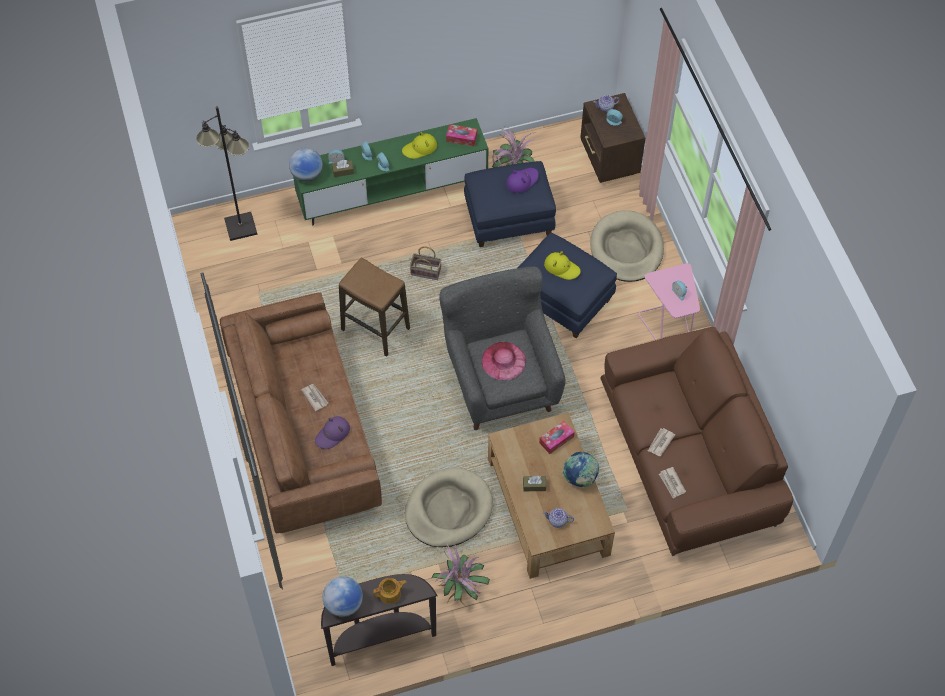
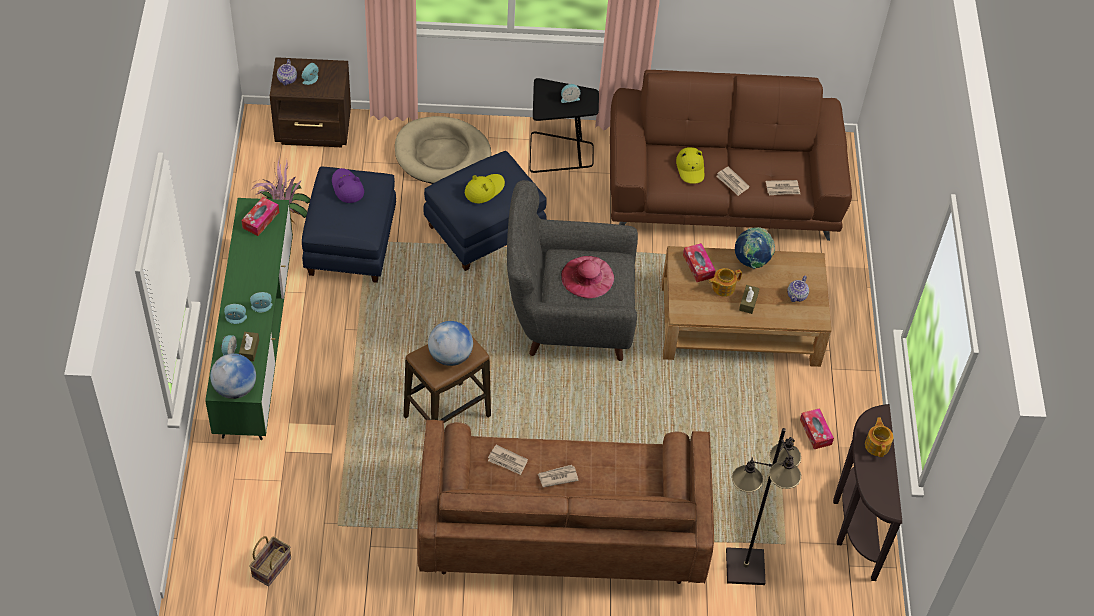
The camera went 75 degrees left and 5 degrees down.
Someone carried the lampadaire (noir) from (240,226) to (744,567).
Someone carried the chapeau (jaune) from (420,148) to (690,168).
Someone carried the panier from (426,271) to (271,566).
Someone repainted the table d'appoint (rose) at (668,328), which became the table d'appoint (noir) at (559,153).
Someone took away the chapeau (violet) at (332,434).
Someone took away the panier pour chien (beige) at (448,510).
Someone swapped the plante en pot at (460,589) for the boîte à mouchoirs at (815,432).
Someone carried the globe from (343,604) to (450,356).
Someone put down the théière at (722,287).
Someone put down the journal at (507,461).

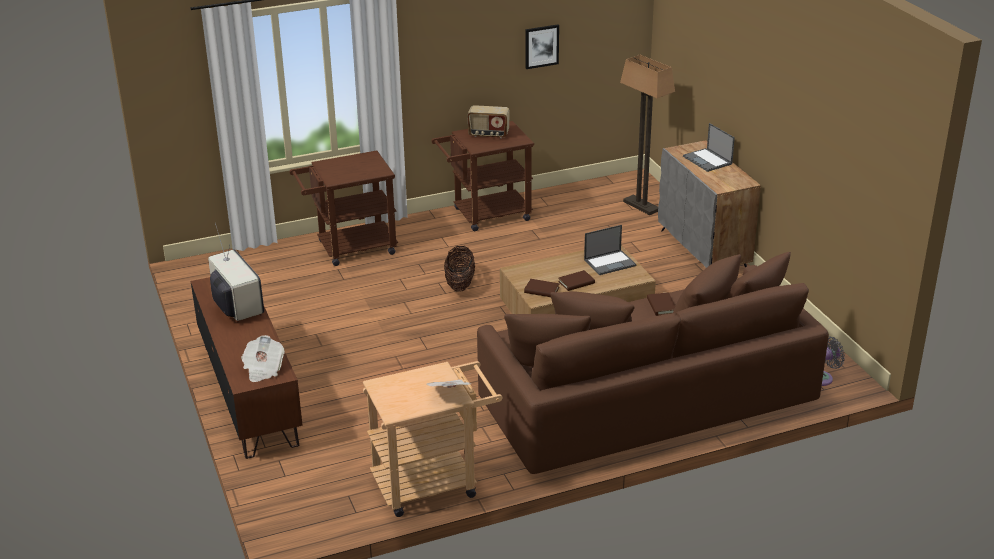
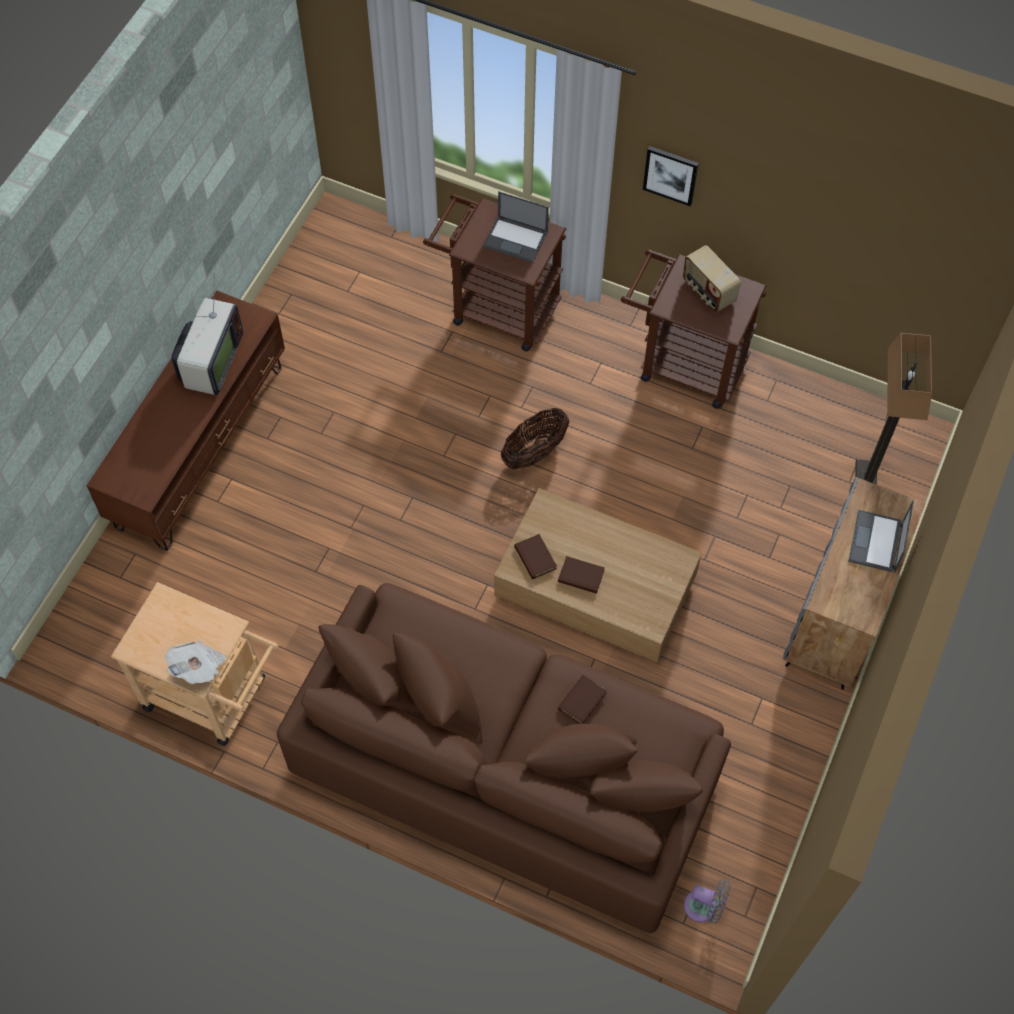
The camera went 45 degrees right and 30 degrees up.
Someone carried the tableau from (541,46) to (670,175).
Someone carried the ordinateur portable from (610,262) to (516,239).
Someone took away the journal at (263,369).

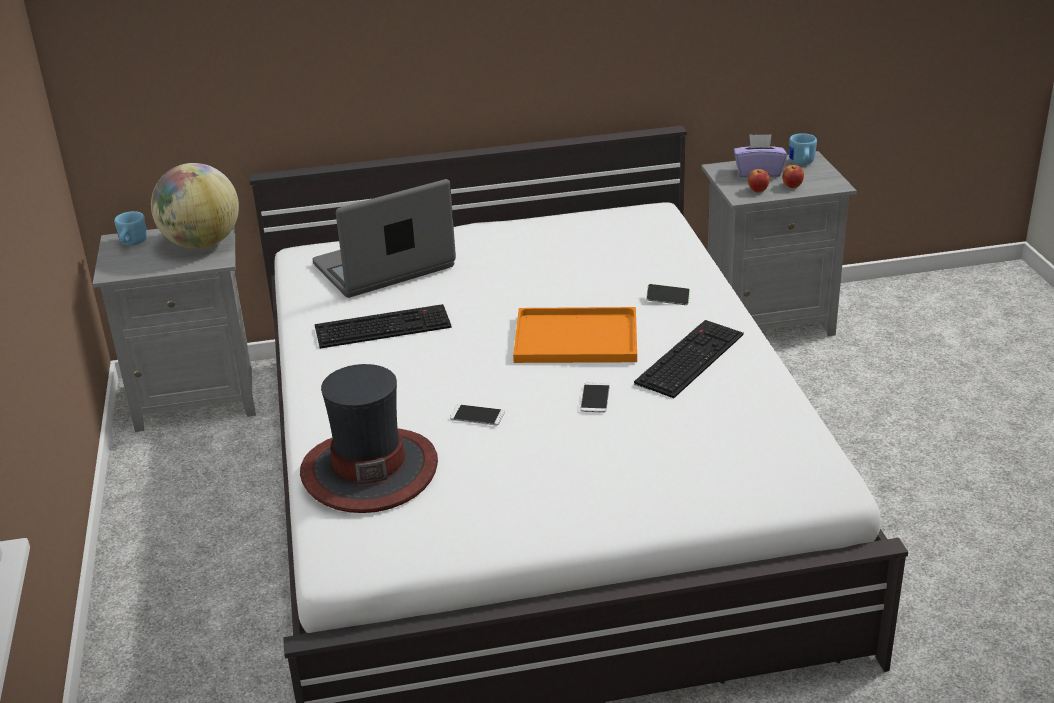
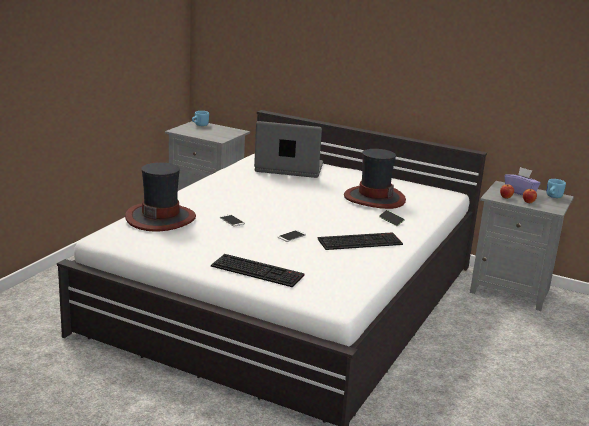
The camera went 35 degrees right and 10 degrees down.
Someone took away the globe at (202,243).
Someone carried the clavier from (384,326) to (259,270).
Someone took away the plateau (orange) at (579,337).
Someone put down the chapeau at (374,198).

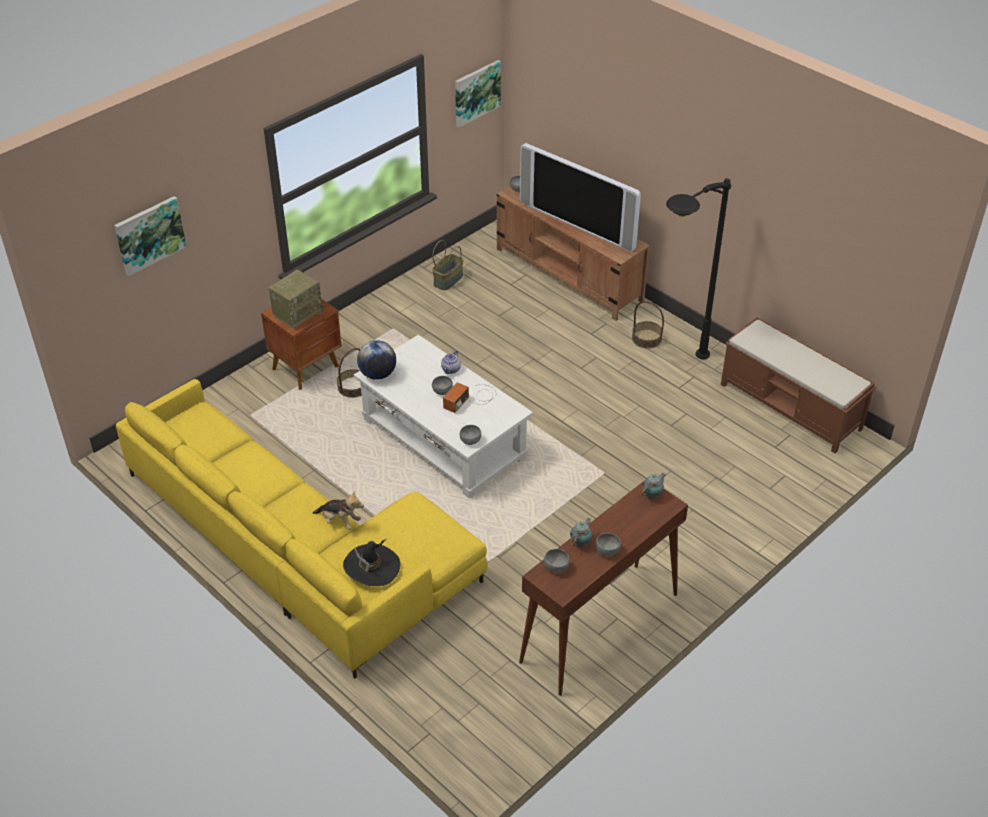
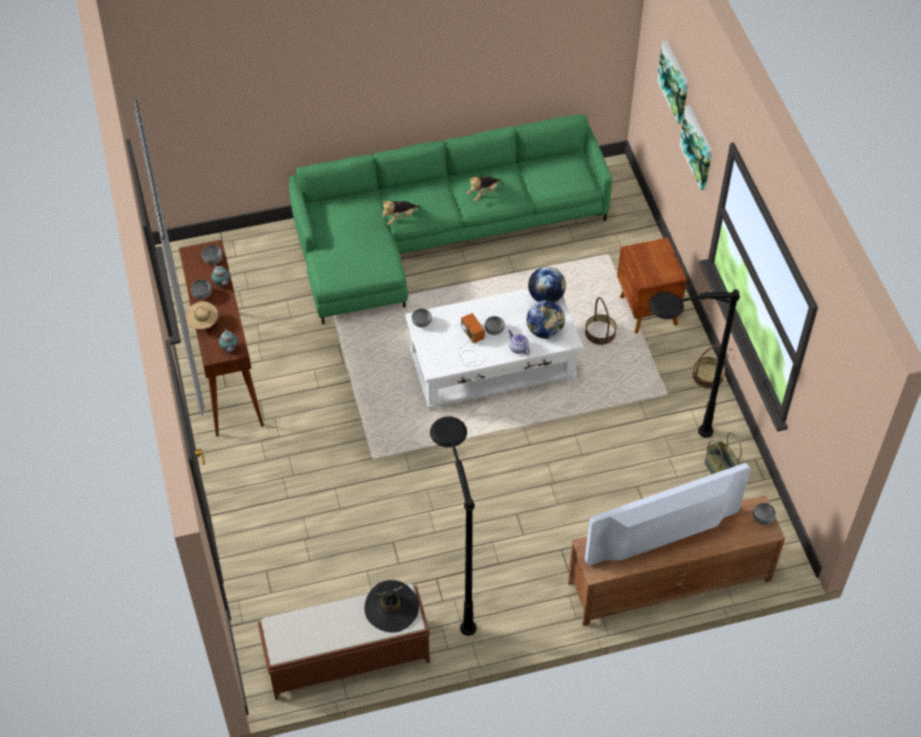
The camera went 120 degrees right and 10 degrees up.
Someone carried the tableau from (476,92) to (698,147).
Someone took away the radio at (298,313).
Someone carried the panier from (646,339) to (708,375).
Someone repainted the canapé (jaune) at (298,548), which became the canapé (vert) at (436,234).
Someone carried the chapeau (noir) from (372,567) to (391,608).
Someone put down the peluche at (483,193).
Someone put down the lampadaire (noir) at (660,443).
Someone put down the globe at (545,331).
Someone put down the chapeau (beige) at (203,323).

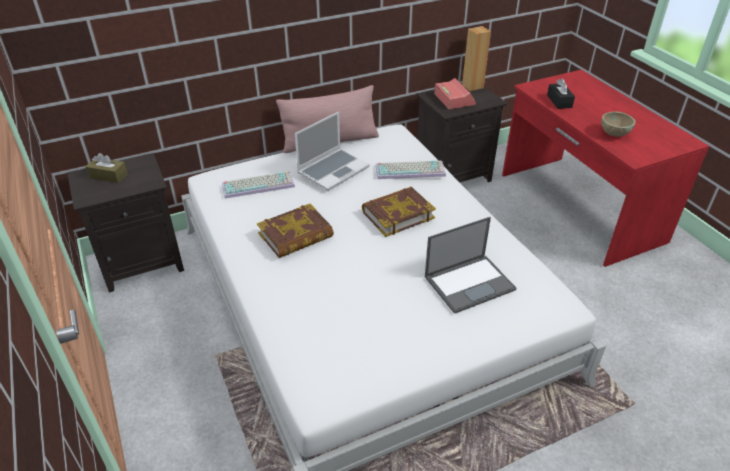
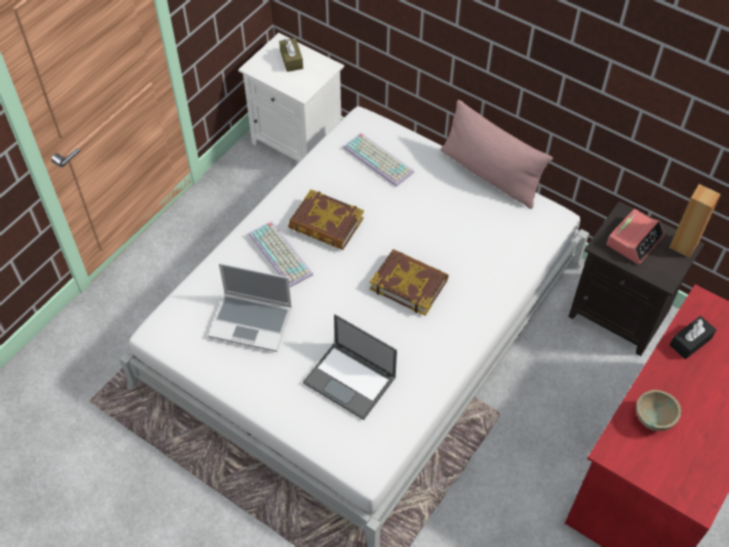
The camera went 60 degrees right and 15 degrees up.
Someone carried the ordinateur portable from (333,170) to (252,322).
Someone repainted the table de chevet (noir) at (143,262), which became the table de chevet (blanc) at (298,141).
Someone carried the clavier from (411,170) to (282,254).

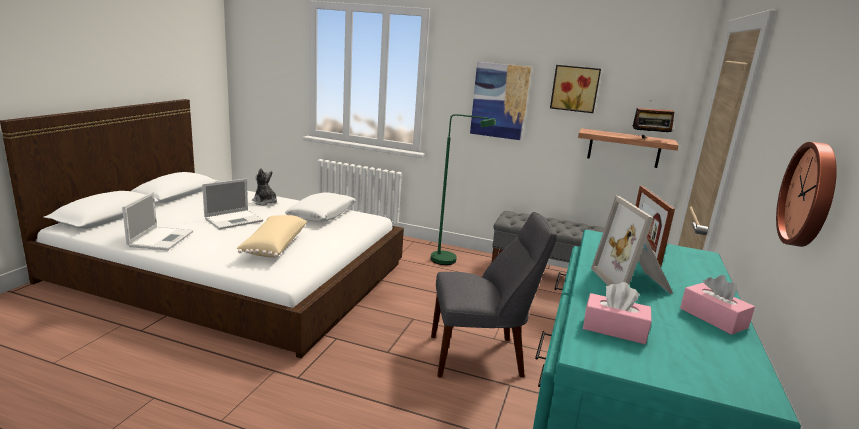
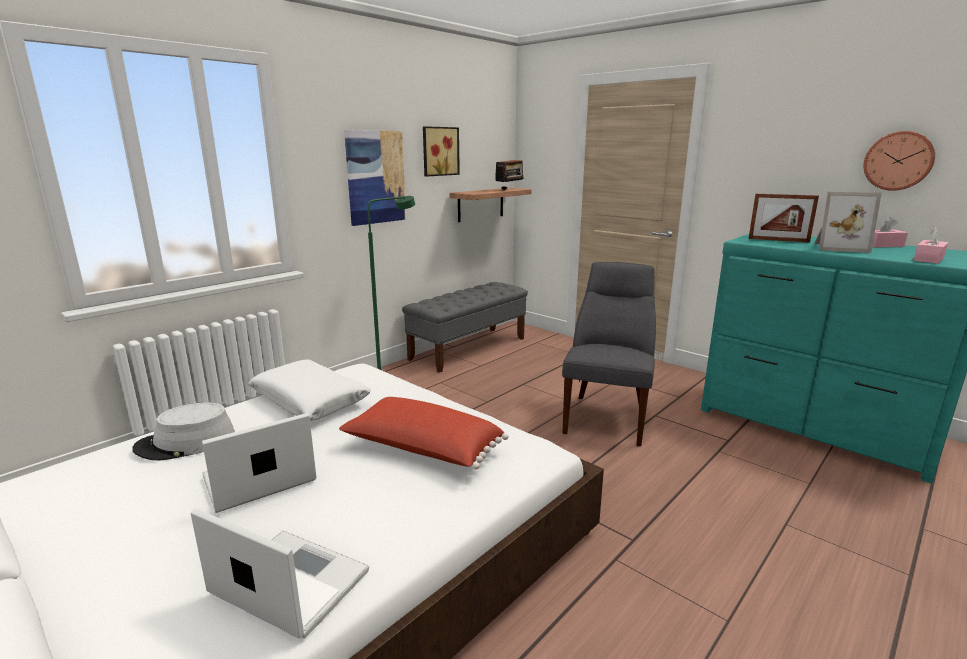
The camera went 65 degrees left and 0 degrees up.
Someone swapped the peluche at (265,202) for the chapeau (gris) at (186,442).
Someone rotated the ordinateur portable at (234,219) by 105 degrees counterclockwise.
Someone repainted the coussin (beige) at (273,246), which became the coussin (rouge) at (422,450).

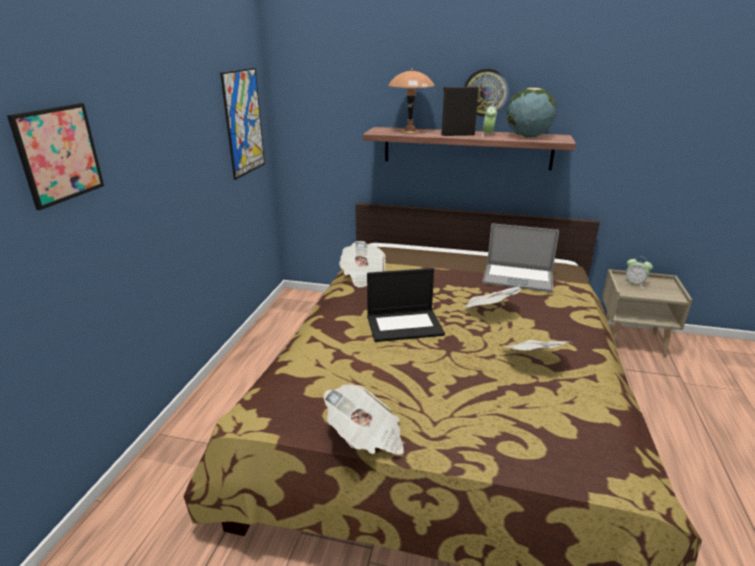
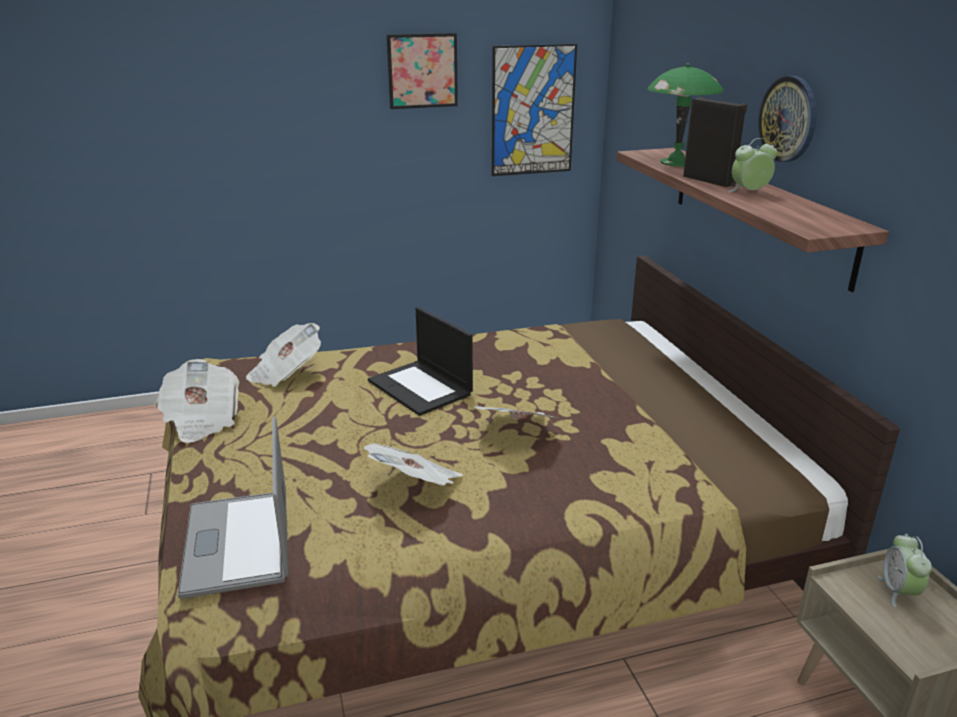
The camera went 60 degrees right and 0 degrees up.
Someone repainted the lampe de table (marron) at (409,132), which became the lampe de table (vert) at (677,162).
Someone took away the globe at (527,137).
Someone carried the tableau from (59,154) to (422,71).
Someone carried the ordinateur portable from (517,278) to (238,542).
Someone carried the journal from (363,276) to (285,373).

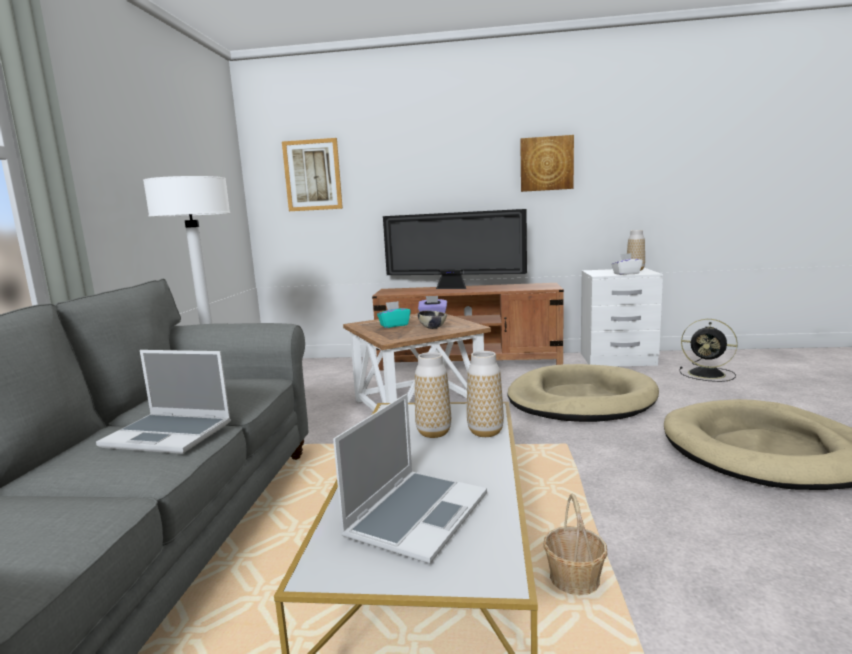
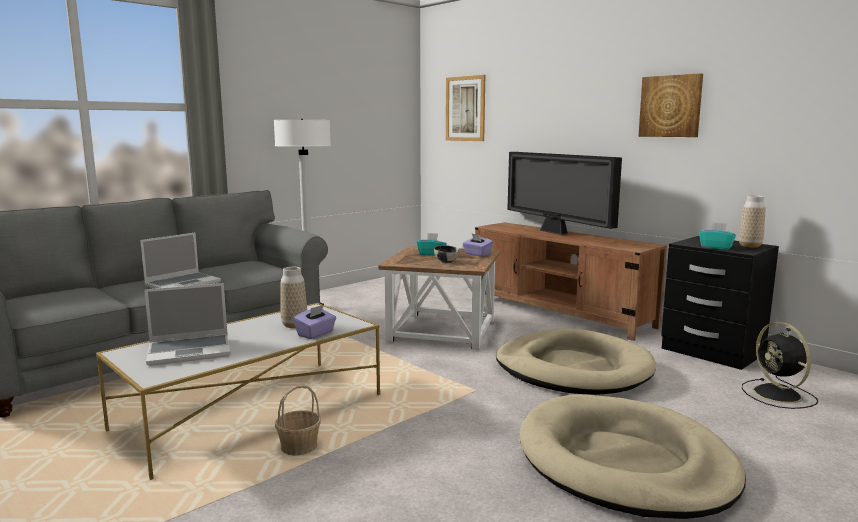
The camera went 40 degrees right and 0 degrees up.
Someone repainted the boîte à mouchoirs (blanc) at (626,273), which became the boîte à mouchoirs (turquoise) at (716,247).
Someone repainted the table de chevet (blanc) at (617,359), which became the table de chevet (noir) at (712,351).
Someone rotated the ordinateur portable at (170,434) by 105 degrees counterclockwise.
Someone swapped the vase at (485,432) for the boîte à mouchoirs (violet) at (316,334).

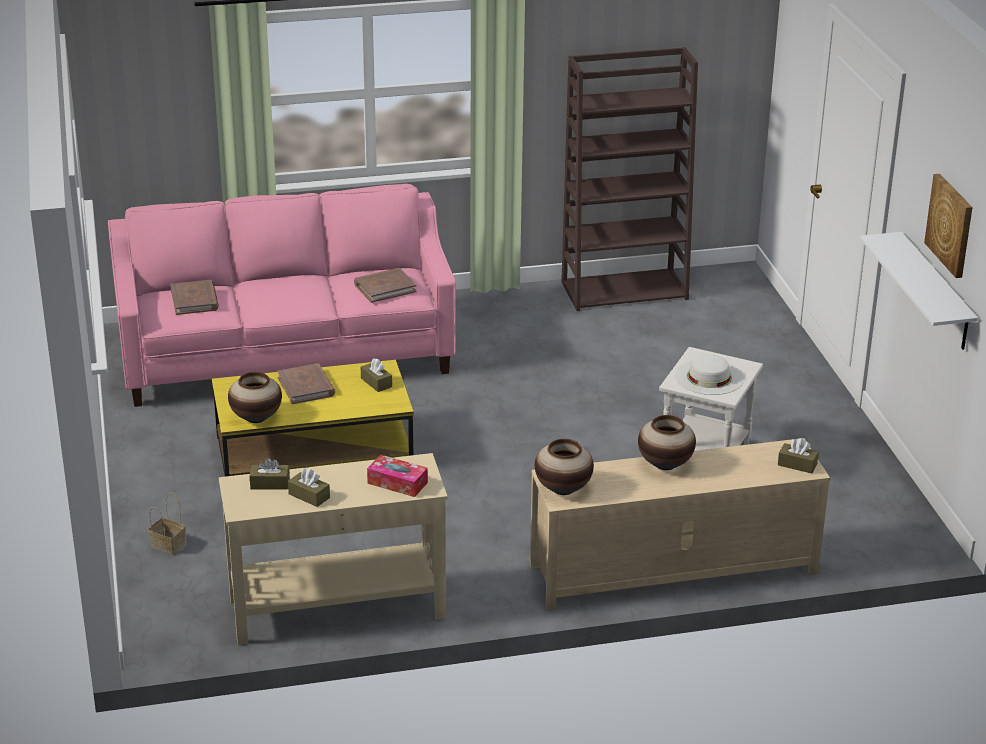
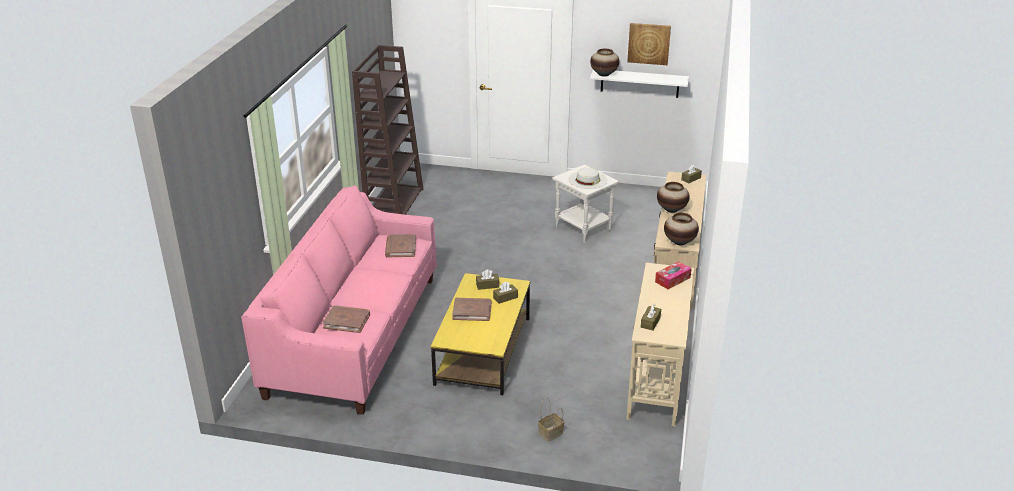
The camera went 65 degrees left and 0 degrees up.
Someone carried the vase from (256,418) to (604,74).
Someone carried the boîte à mouchoirs (marron) from (309,496) to (505,298).

